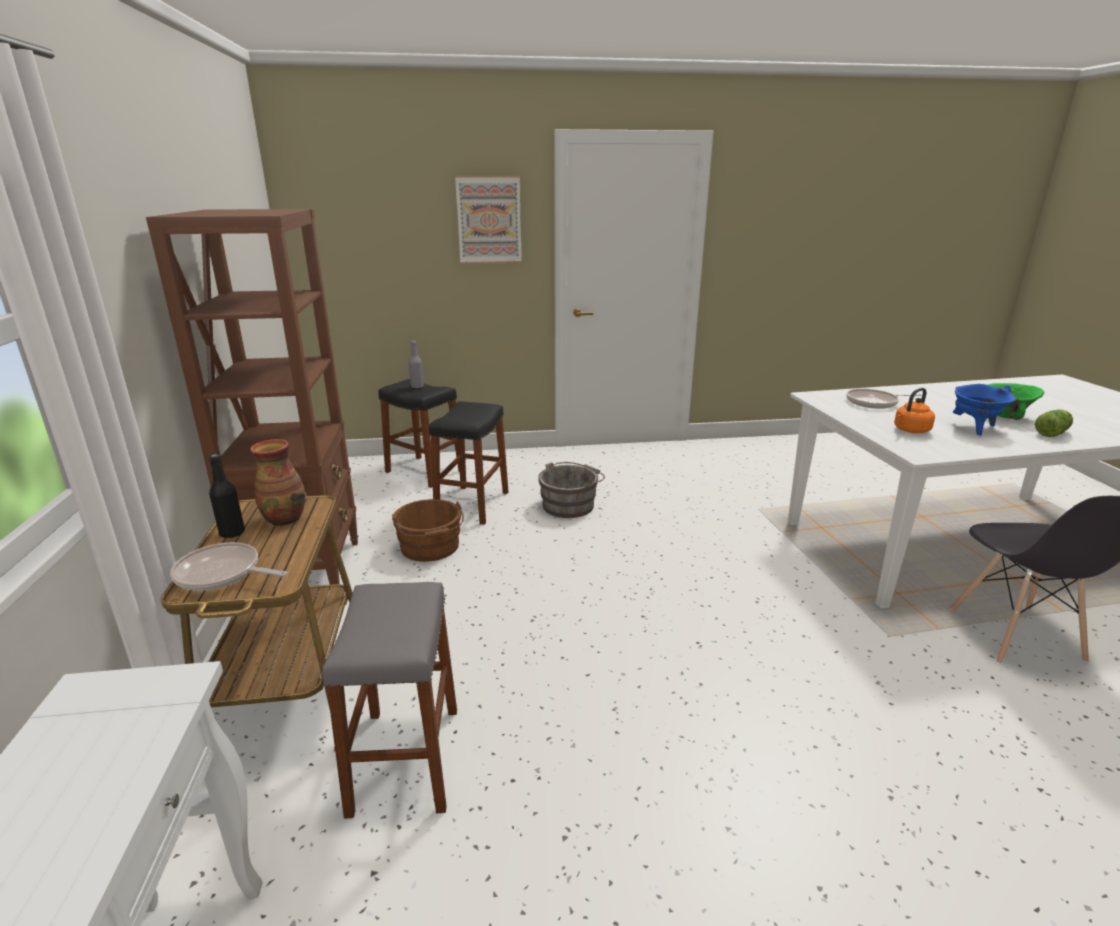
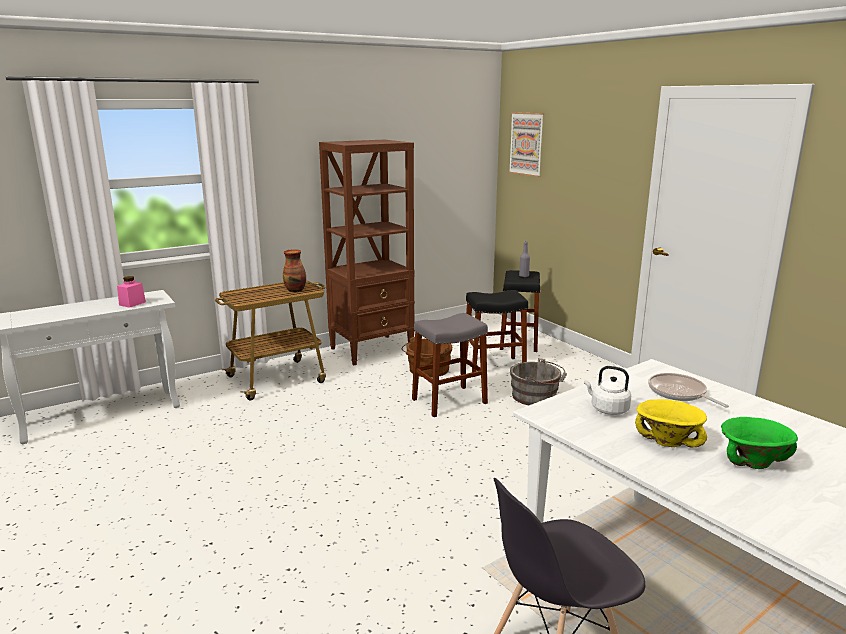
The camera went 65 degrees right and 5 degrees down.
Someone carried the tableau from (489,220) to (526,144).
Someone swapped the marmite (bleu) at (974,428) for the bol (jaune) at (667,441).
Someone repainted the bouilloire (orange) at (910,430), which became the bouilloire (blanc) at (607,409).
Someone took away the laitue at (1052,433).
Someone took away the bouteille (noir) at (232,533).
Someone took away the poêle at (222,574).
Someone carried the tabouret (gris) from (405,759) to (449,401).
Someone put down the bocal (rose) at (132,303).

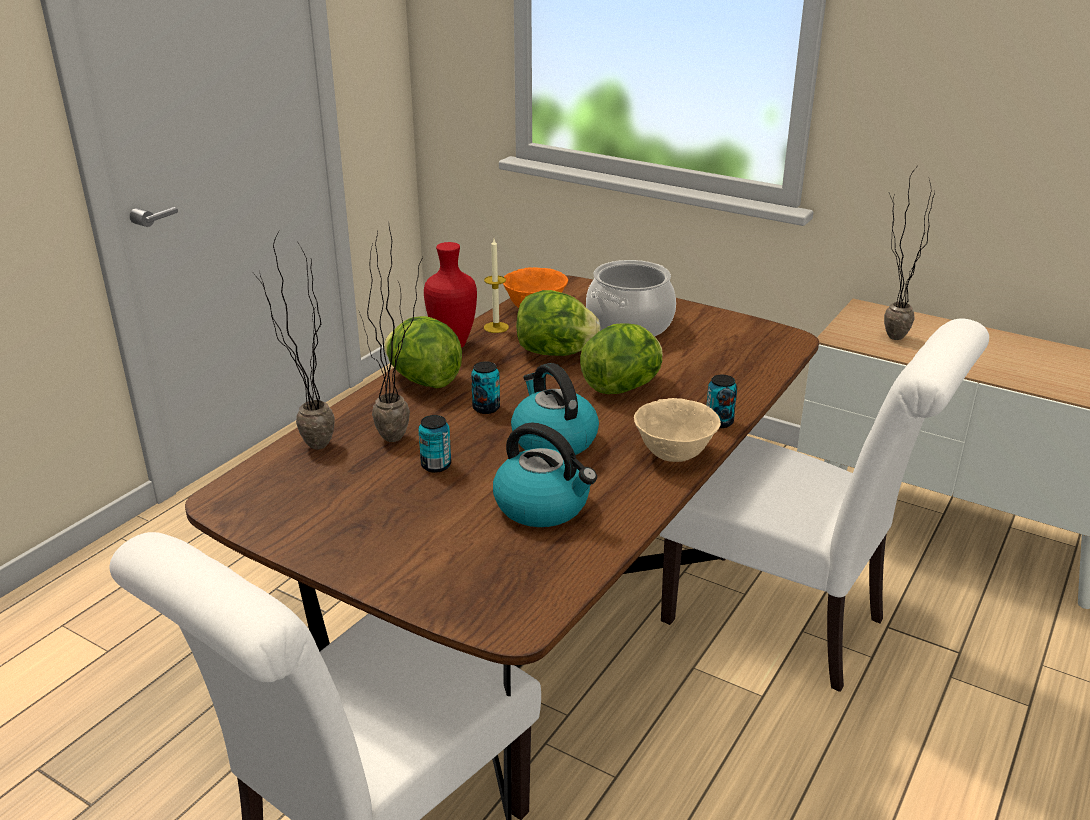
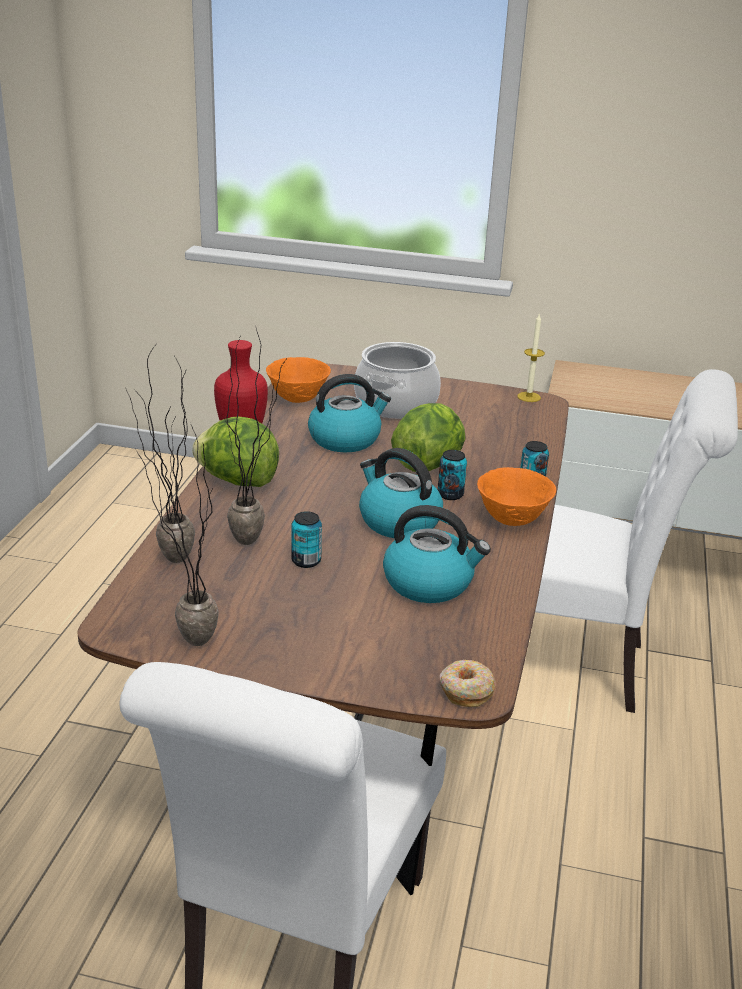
The camera went 20 degrees left and 0 degrees up.
Someone carried the plante en pot from (886,336) to (184,640).
Someone carried the bougie from (496,327) to (529,397).
Someone swapped the laitue at (555,353) for the bouilloire at (345,439).
Someone carried the boîte métallique from (486,408) to (450,494).
Someone repainted the bol (beige) at (675,455), which became the bol (orange) at (513,519).
Someone put down the beignet at (466,690).

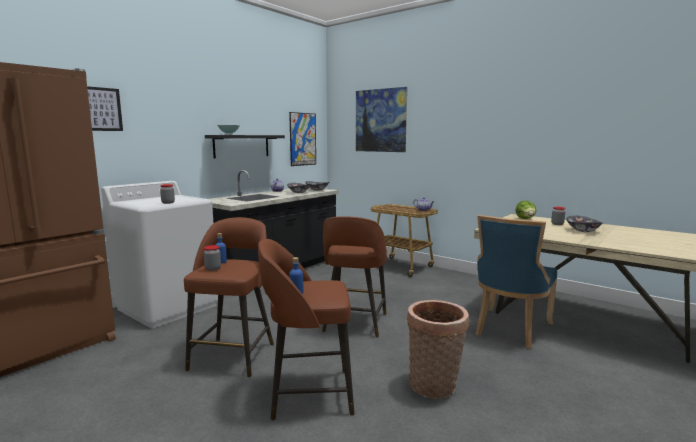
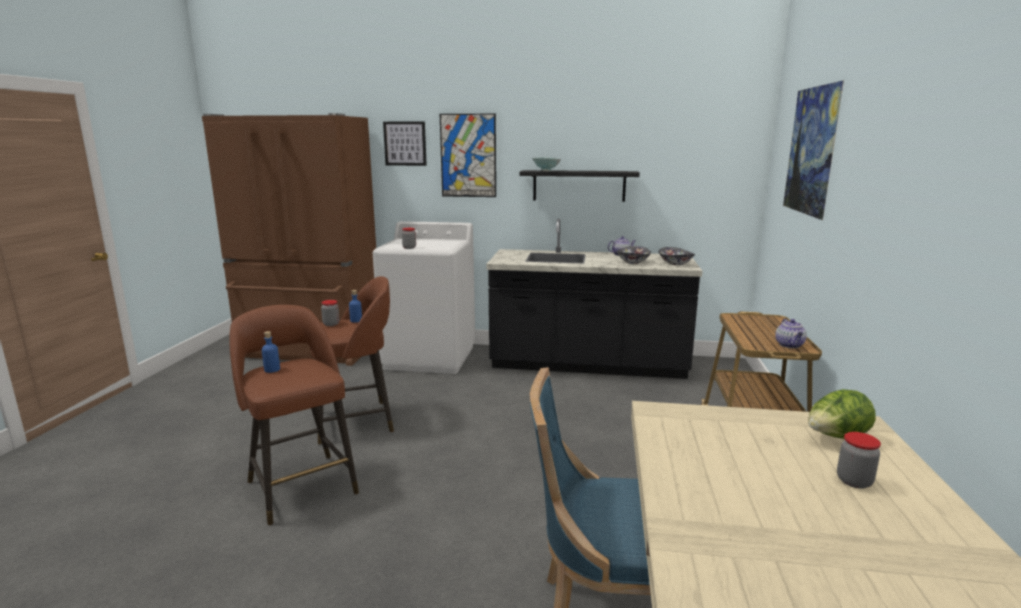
The camera went 60 degrees right and 5 degrees up.
Someone carried the tableau from (303,139) to (468,156).
Someone took away the tabouret (marron) at (354,323).
Someone took away the bol at (583,230).
Someone took away the panier at (434,387).

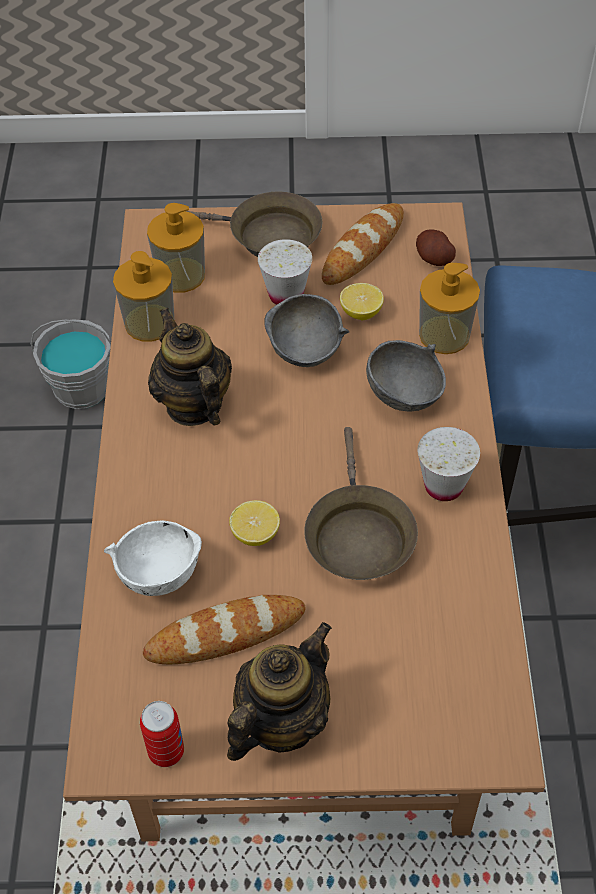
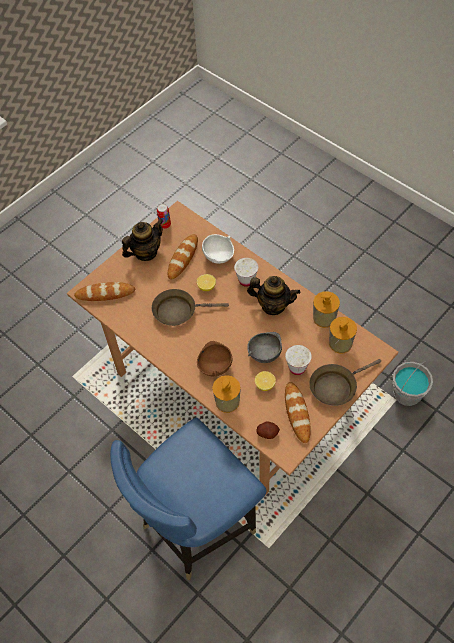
The camera went 135 degrees right and 5 degrees up.
Someone repainted the bol (gris) at (405,395), which became the bol (marron) at (214,366).
Someone rotated the poêle (marron) at (358,534) by 45 degrees counterclockwise.
Someone carried the tasse (blanc) from (443,486) to (246,280).
Someone rotated the théière at (280,721) by 120 degrees counterclockwise.
Someone put down the pain at (105,293).

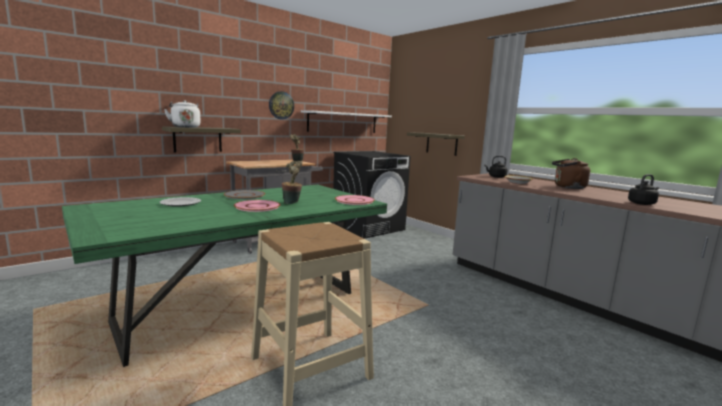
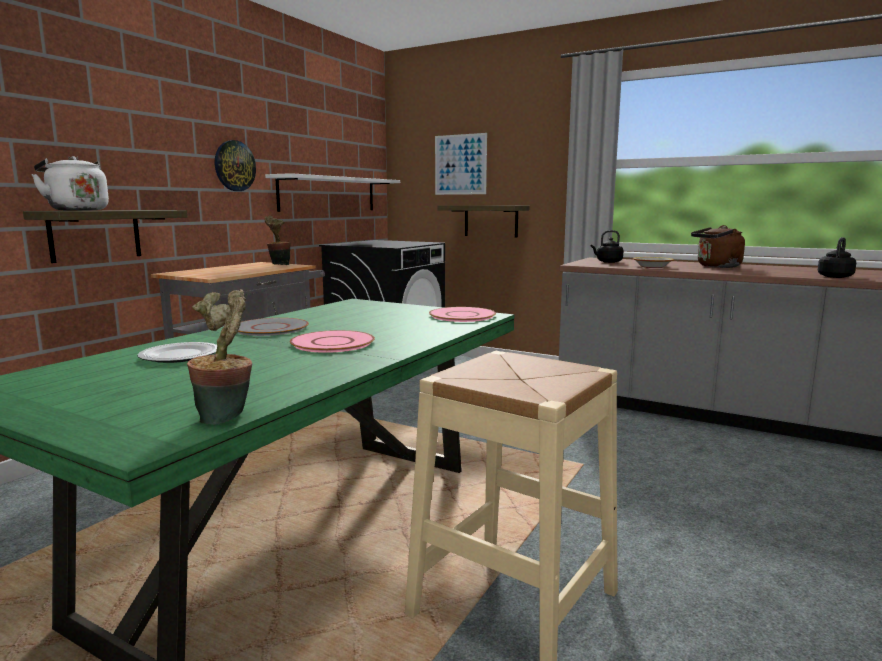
The camera went 20 degrees left and 0 degrees up.
Someone carried the plante en pot from (292,203) to (227,417).
Someone put up the tableau at (460,164).

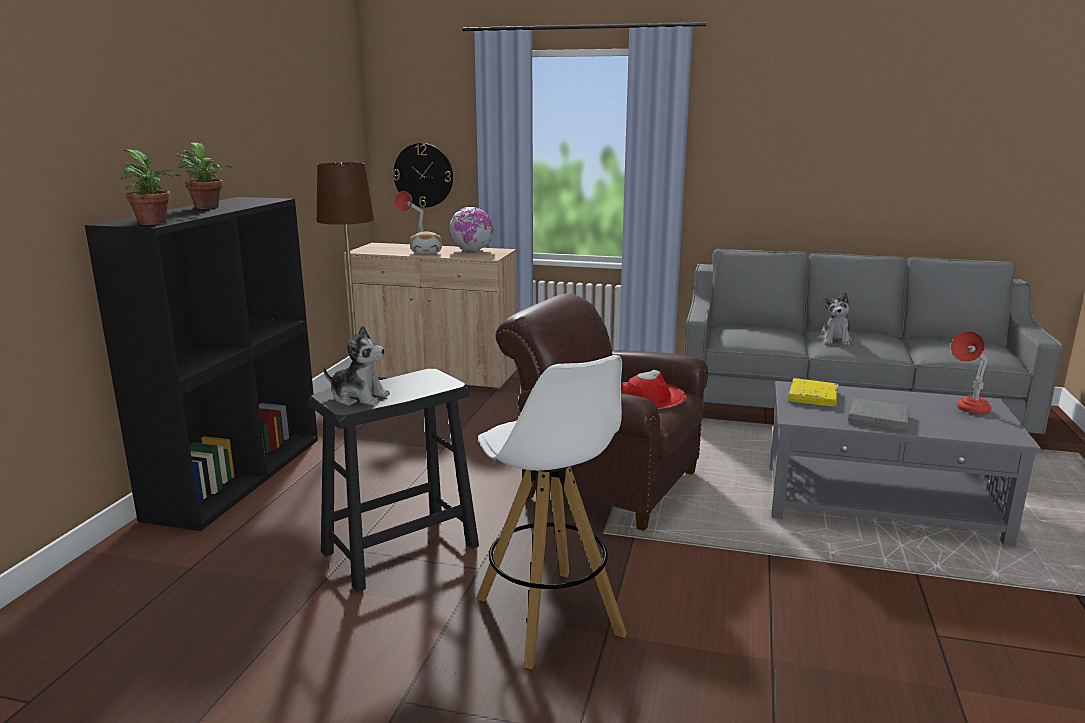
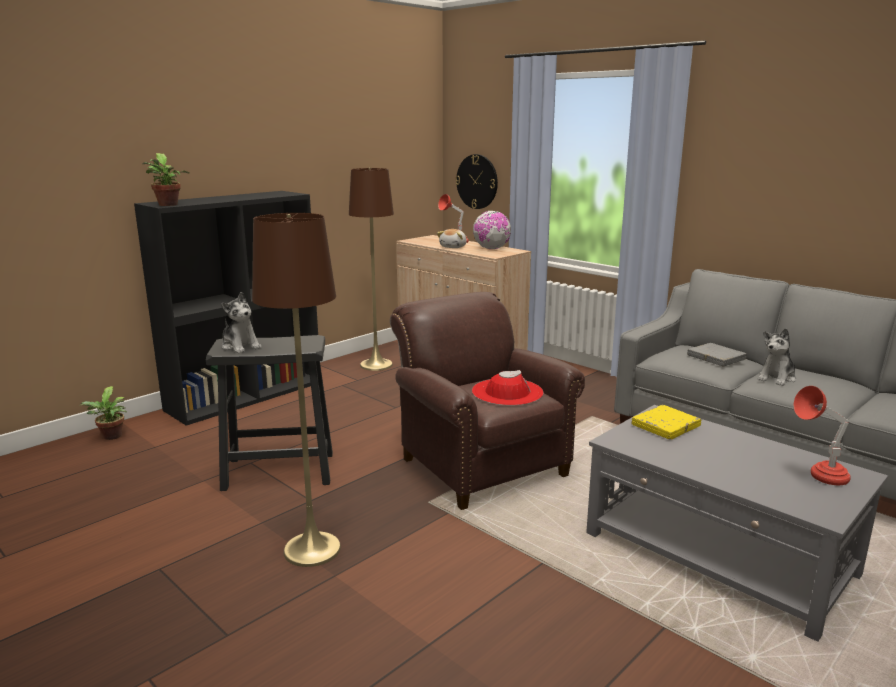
The camera went 30 degrees right and 0 degrees up.
Someone carried the plante en pot from (207,208) to (111,437).
Someone swapped the tabouret (blanc) at (549,617) for the lampadaire (marron) at (312,549).
Someone carried the livre (gris) from (878,418) to (716,358).

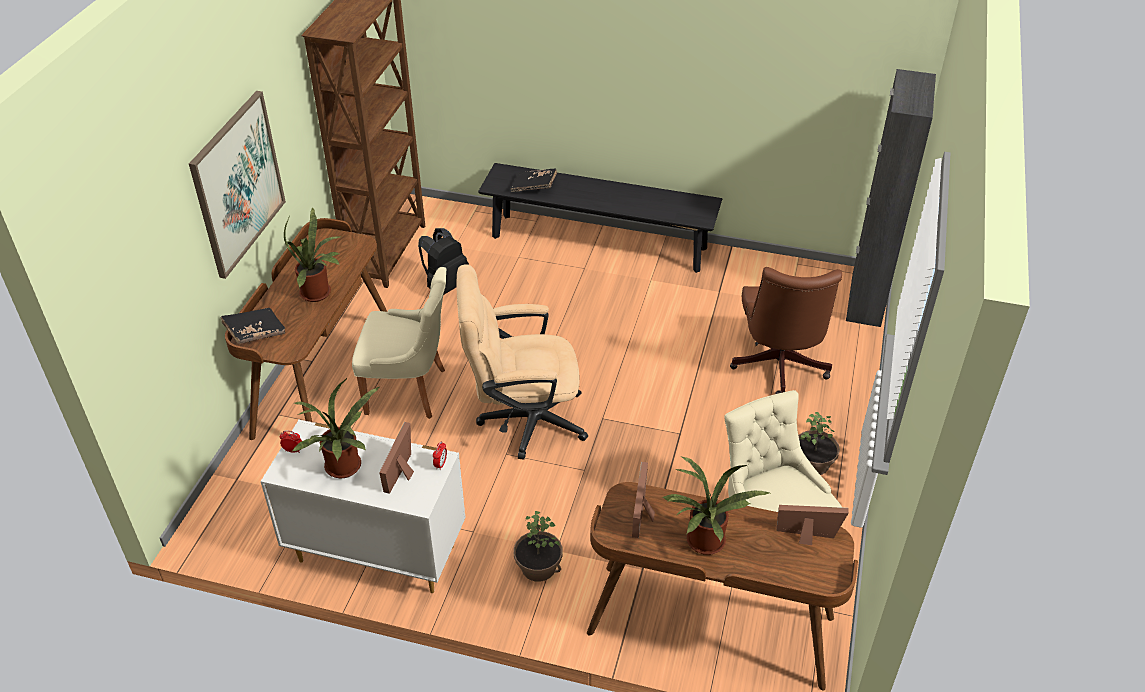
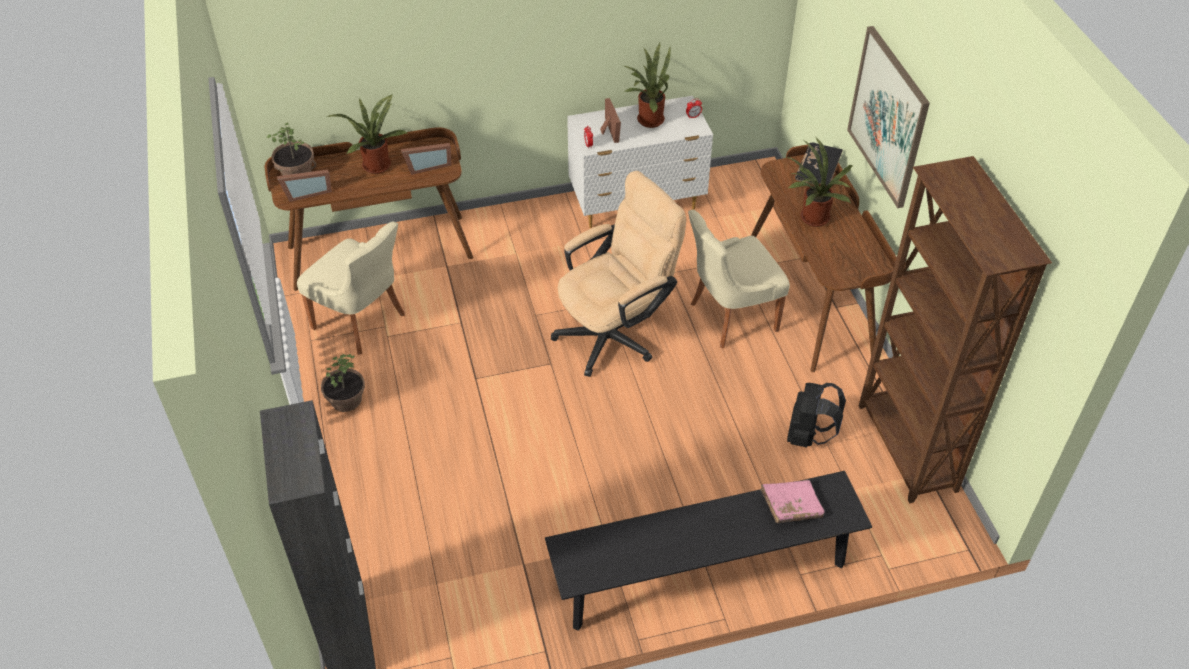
The camera went 150 degrees right and 5 degrees up.
Someone repainted the livre (noir) at (534,187), which became the livre (rose) at (791,507).
Someone took away the chaise de bureau (marron) at (778,368).
Someone rotated the cadre photo at (645,513) by 90 degrees clockwise.
Someone carried the plante en pot from (538,567) to (296,172).

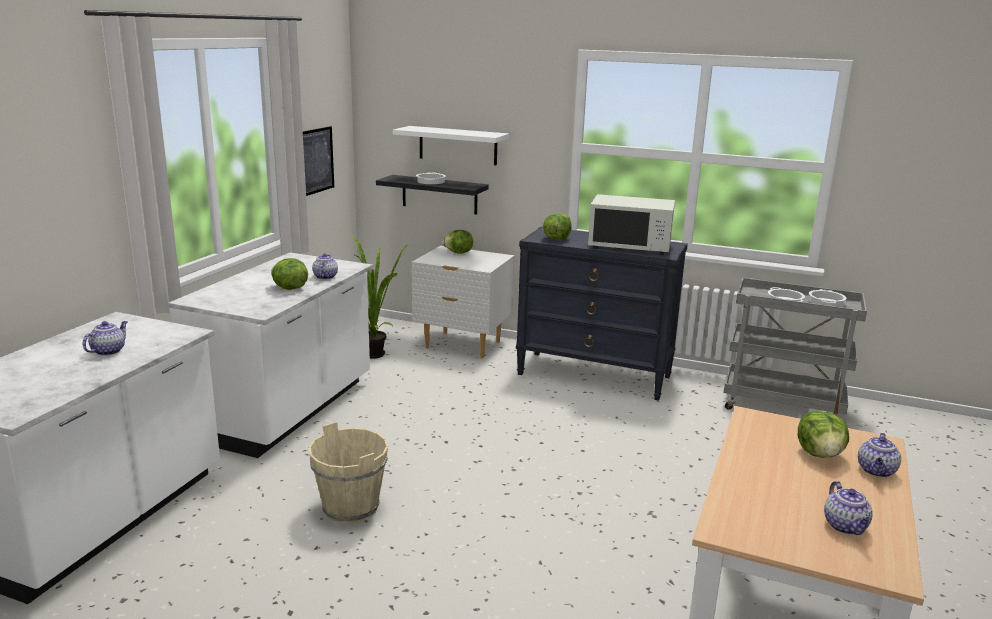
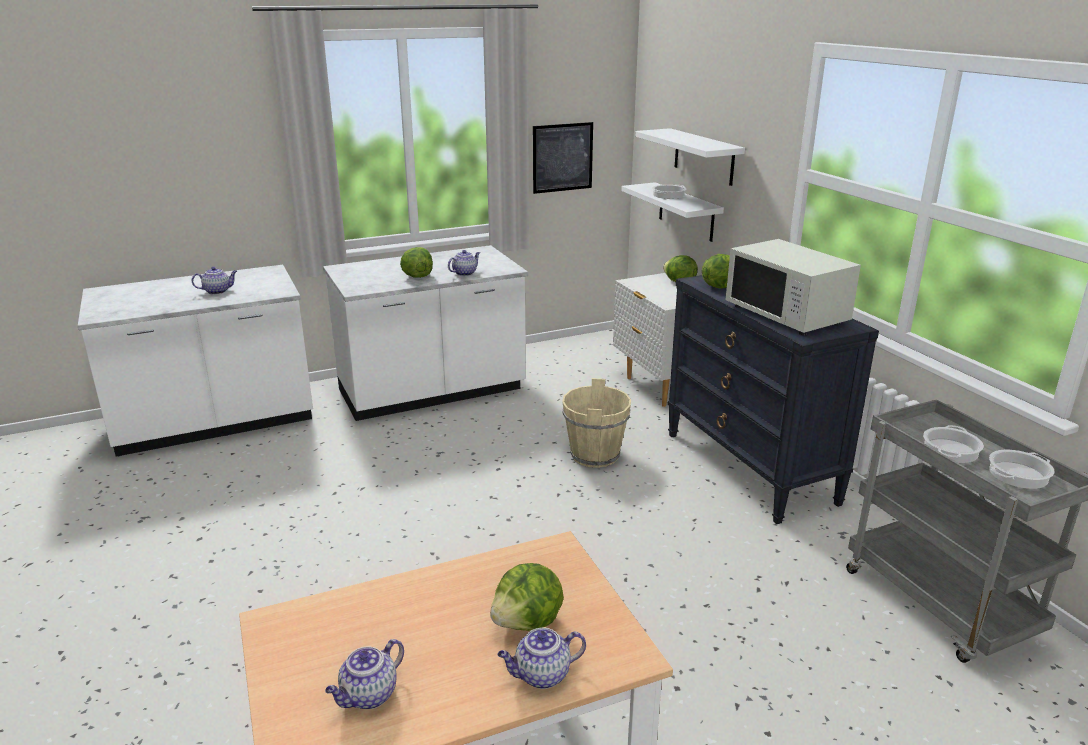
The camera went 45 degrees right and 5 degrees up.
Someone repainted the étagère (noir) at (439,194), which became the étagère (blanc) at (686,212).
Someone took away the plante en pot at (373,352).
Someone carried the seau (beige) from (351,508) to (595,455).

